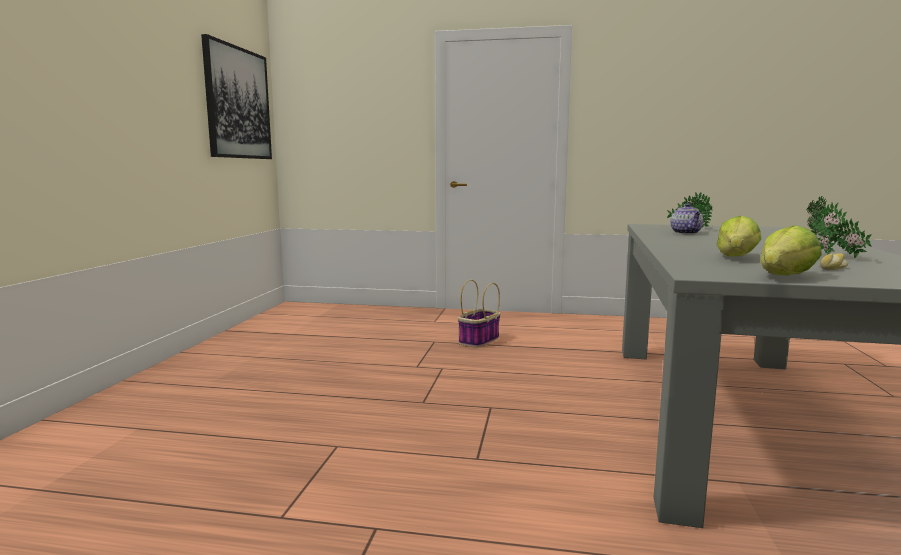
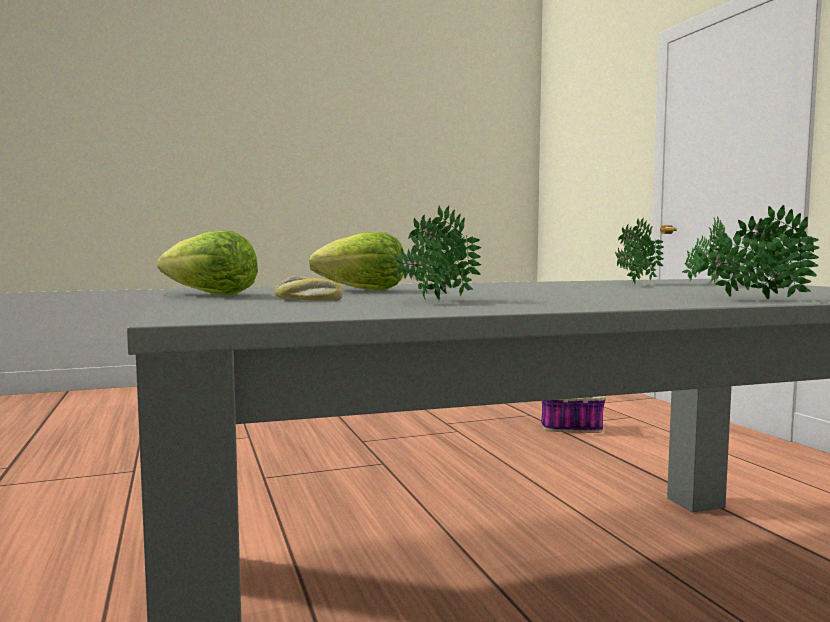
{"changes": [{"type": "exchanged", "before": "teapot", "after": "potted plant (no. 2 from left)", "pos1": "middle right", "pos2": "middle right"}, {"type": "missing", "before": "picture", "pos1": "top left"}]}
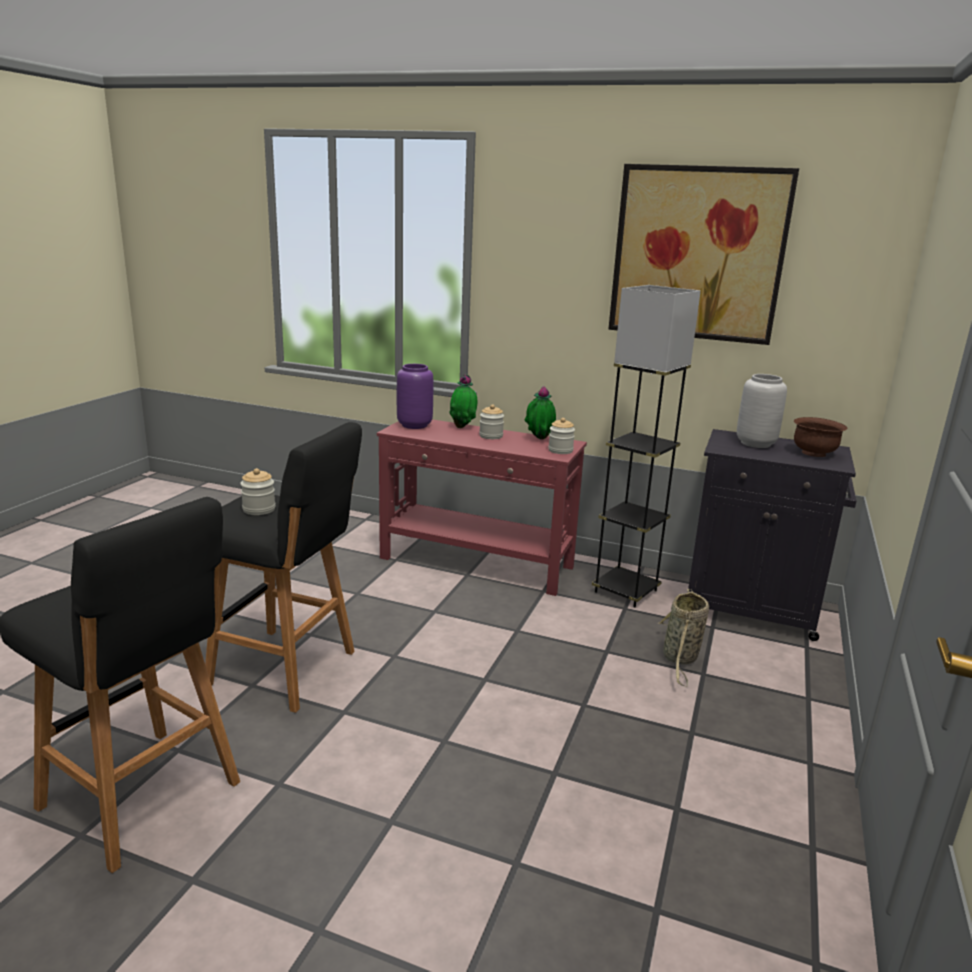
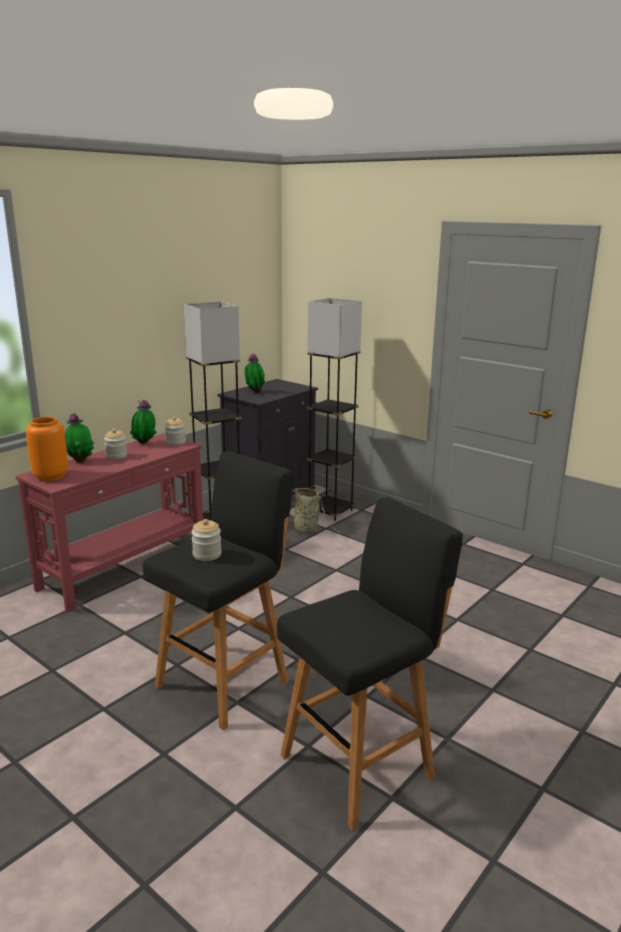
{"changes": [{"type": "colour", "before": "vase in purple", "after": "vase in orange", "pos1": "centre", "pos2": "middle left"}, {"type": "exchanged", "before": "vase in grey", "after": "potted plant (no. 3 from left)", "pos1": "middle right", "pos2": "centre"}, {"type": "appeared", "after": "floor lamp in grey (no. 2 from left)", "pos2": "centre"}, {"type": "missing", "before": "picture", "pos1": "top right"}, {"type": "missing", "before": "bowl in brown", "pos1": "middle right"}]}
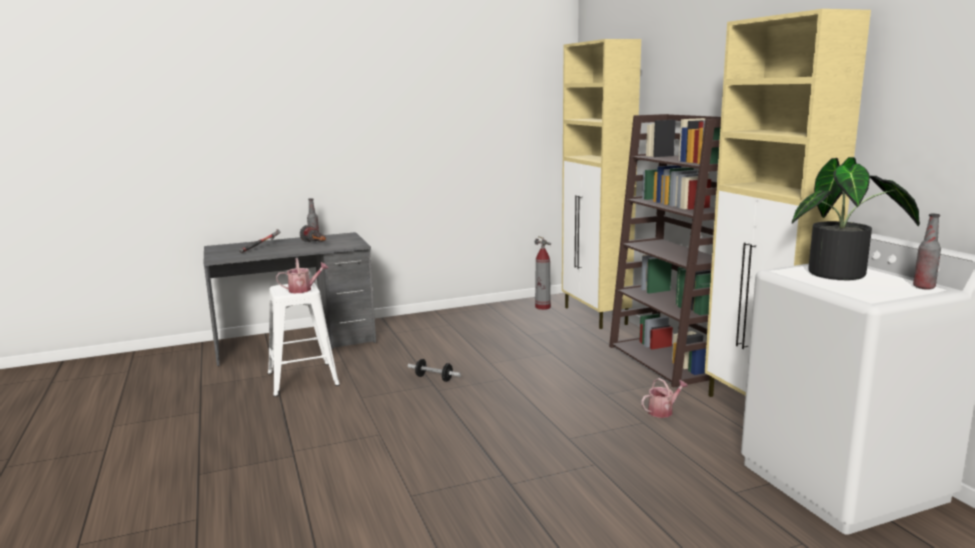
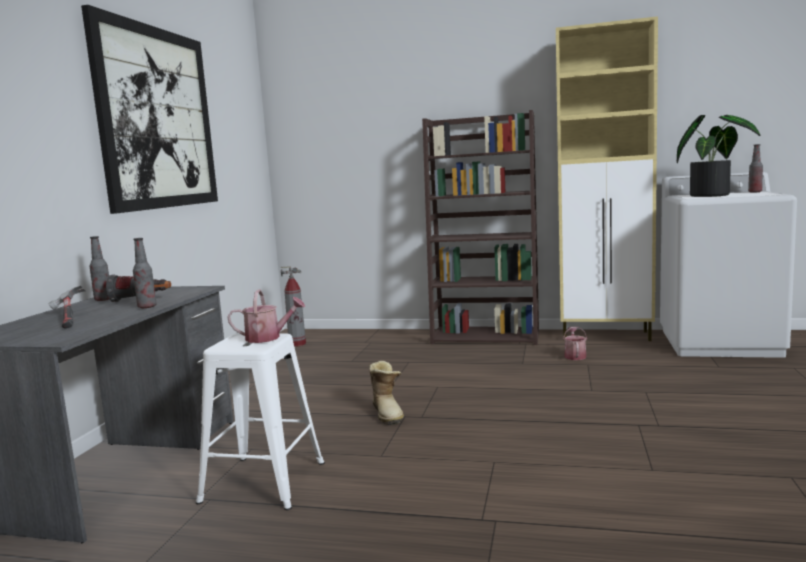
{"changes": [{"type": "appeared", "after": "picture", "pos2": "top left"}, {"type": "appeared", "after": "bottle (no. 2 from left)", "pos2": "middle left"}, {"type": "spun", "before": "watering can (no. 1 from left)", "pos1": "middle left", "pos2": "middle left", "turn": 75}, {"type": "exchanged", "before": "dumbbell", "after": "boot", "pos1": "bottom centre", "pos2": "bottom centre"}, {"type": "missing", "before": "cabinet in beige (no. 1 from left)", "pos1": "centre"}]}
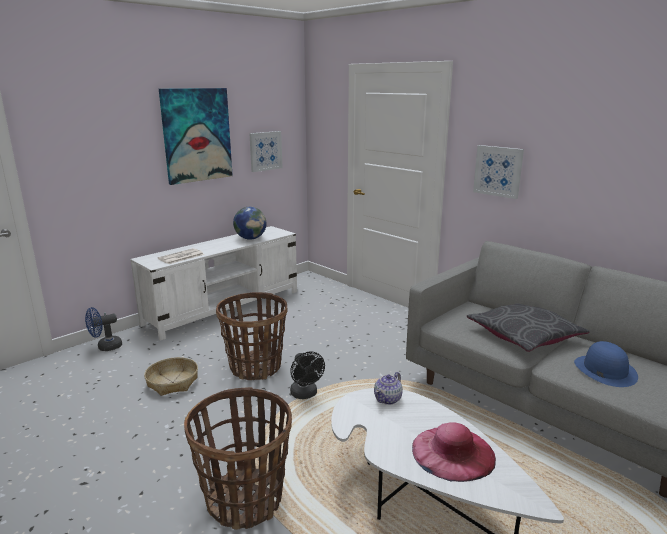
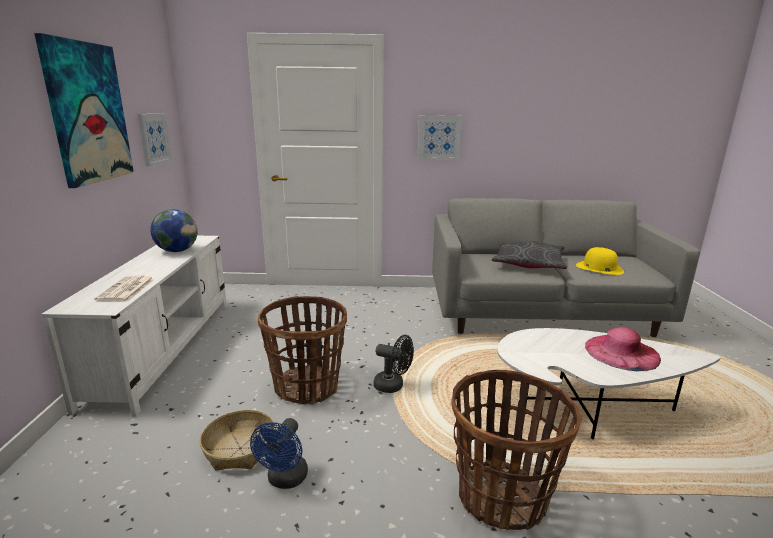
{"changes": [{"type": "relocated", "before": "fan in blue", "pos1": "middle left", "pos2": "bottom centre"}, {"type": "colour", "before": "hat in blue", "after": "hat in yellow", "pos1": "bottom right", "pos2": "middle right"}, {"type": "missing", "before": "teapot", "pos1": "bottom centre"}]}
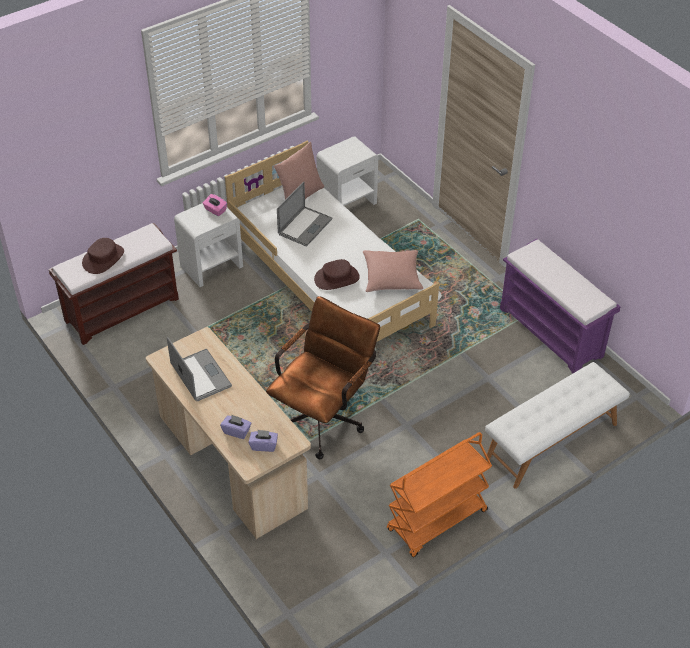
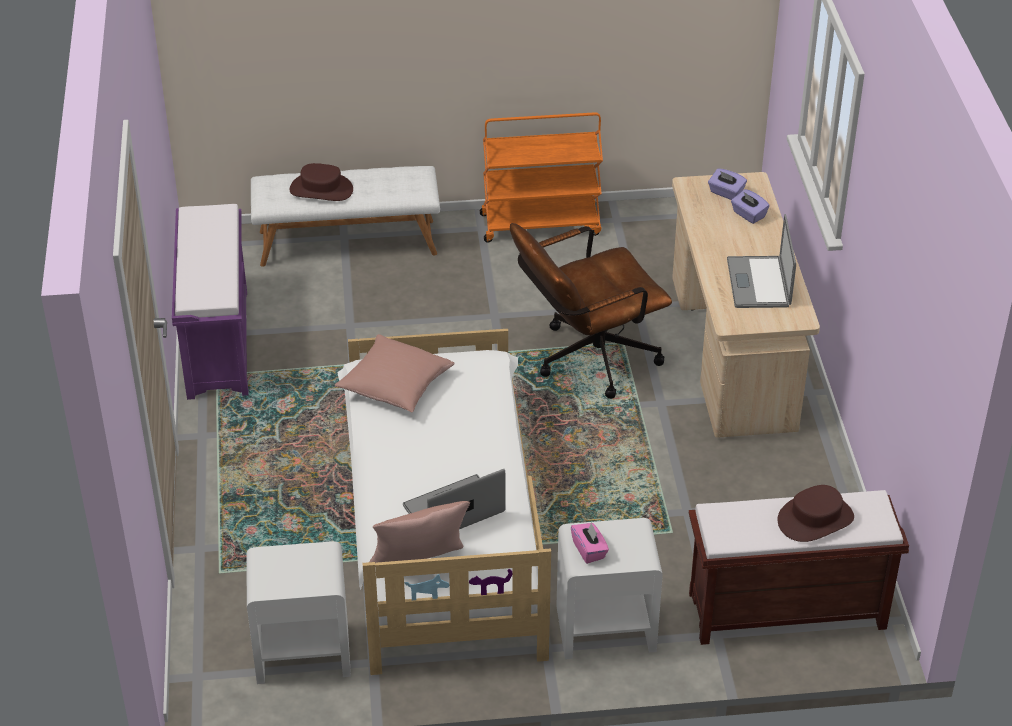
{"changes": [{"type": "relocated", "before": "hat in brown (no. 2 from left in the first image)", "after": "hat in brown (no. 1 from left)", "pos1": "centre", "pos2": "top left"}]}
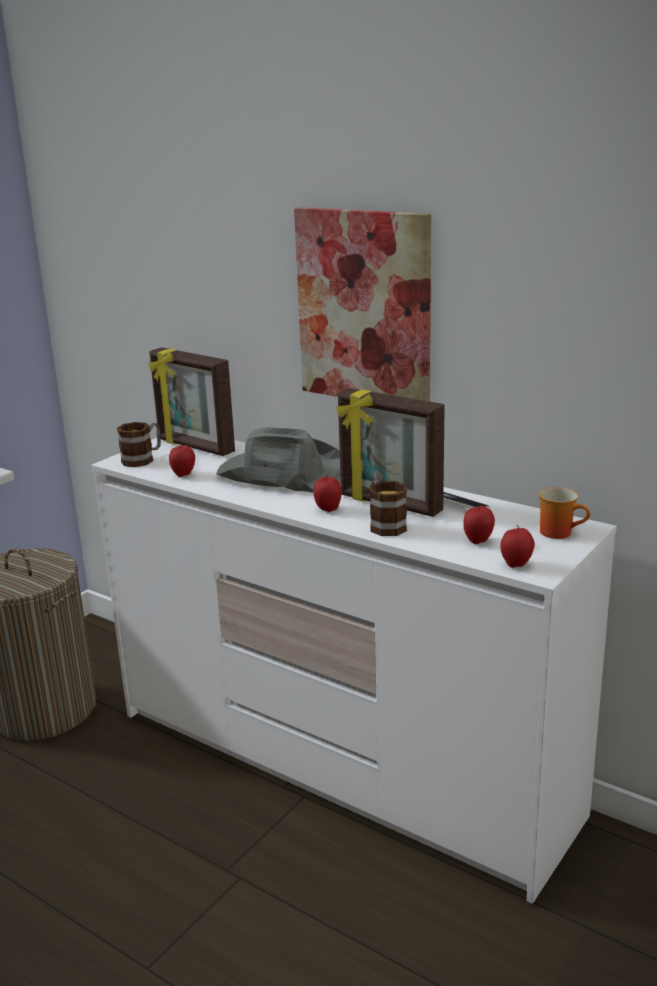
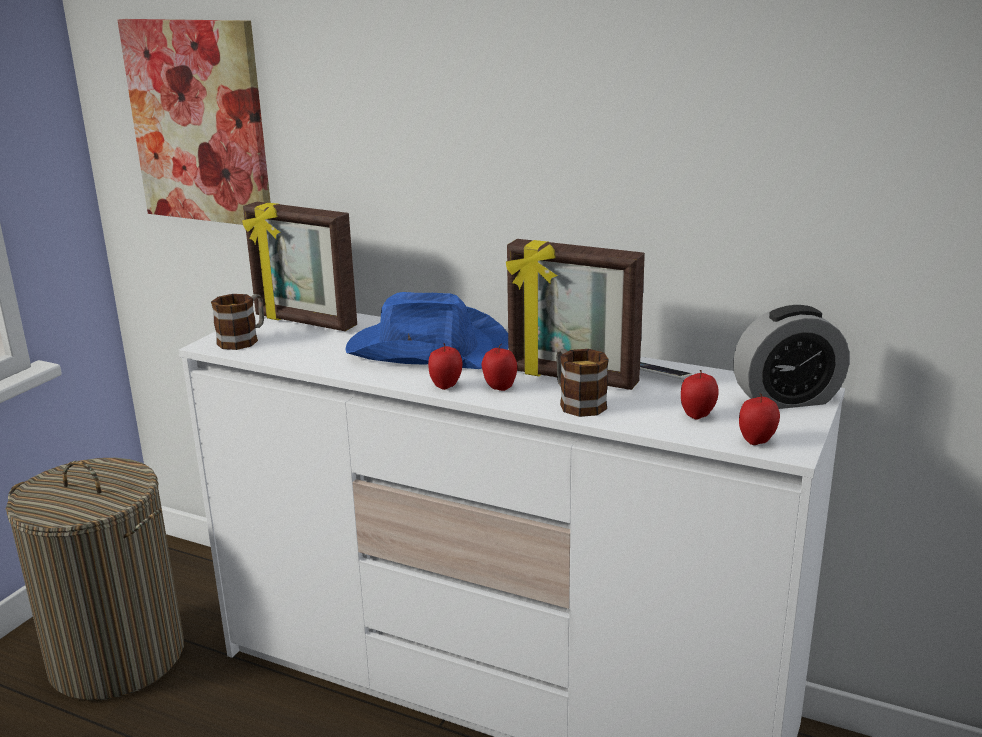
{"changes": [{"type": "relocated", "before": "picture", "pos1": "top centre", "pos2": "top left"}, {"type": "colour", "before": "hat in grey", "after": "hat in blue", "pos1": "centre", "pos2": "centre"}, {"type": "relocated", "before": "apple (no. 1 from left)", "pos1": "middle left", "pos2": "centre"}, {"type": "exchanged", "before": "mug (no. 3 from left)", "after": "alarm clock", "pos1": "middle right", "pos2": "middle right"}]}
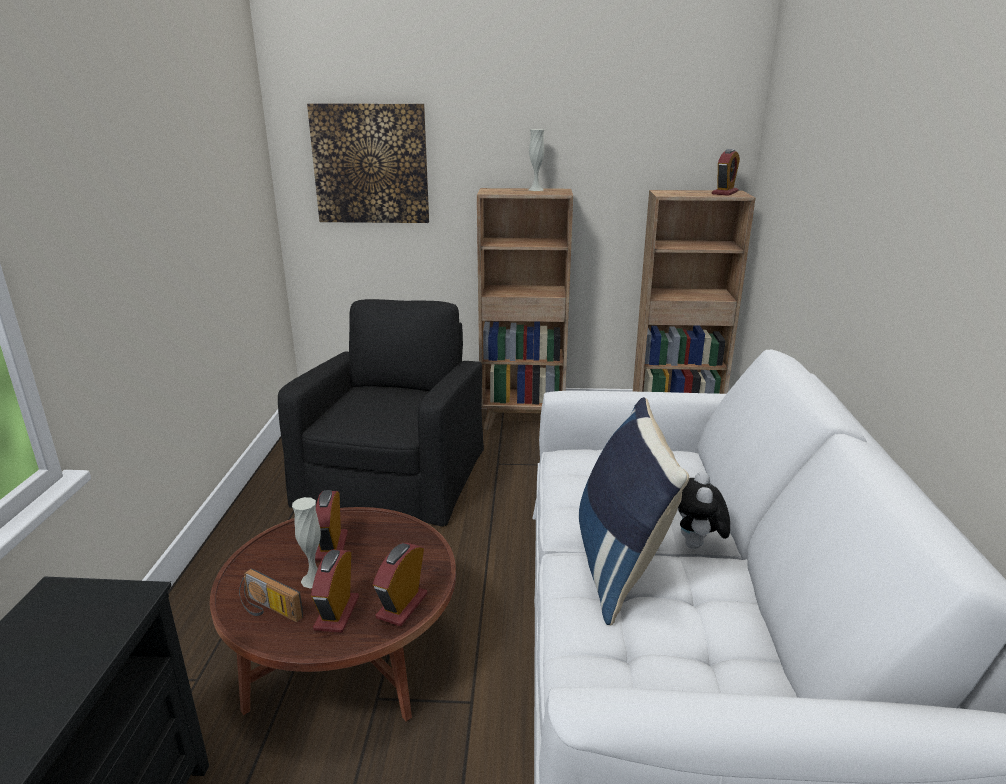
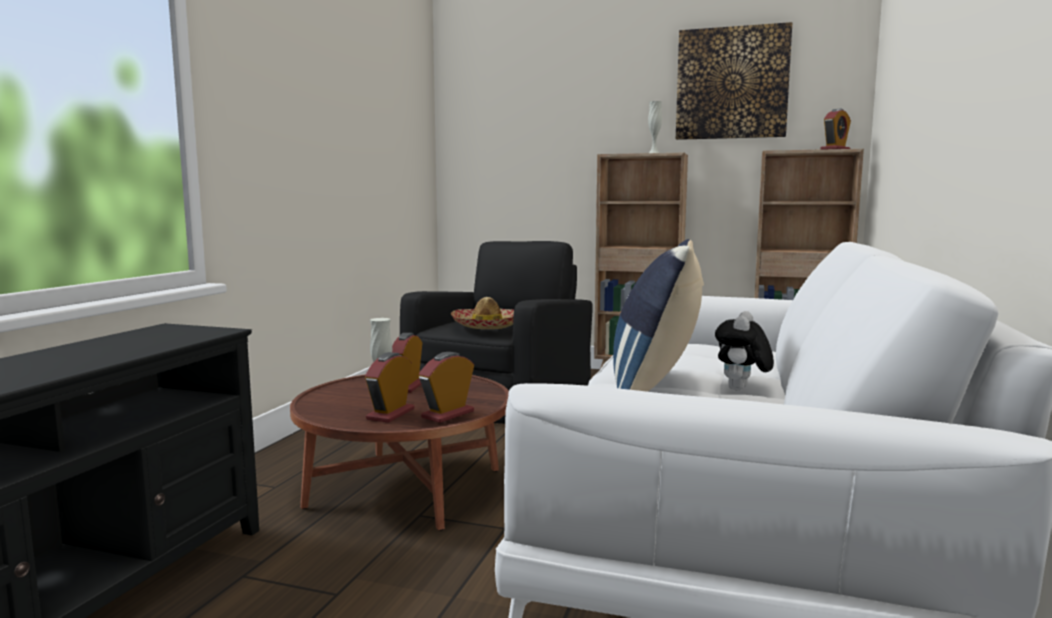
{"changes": [{"type": "appeared", "after": "hat", "pos2": "centre"}, {"type": "relocated", "before": "picture", "pos1": "top centre", "pos2": "top right"}, {"type": "missing", "before": "radio", "pos1": "bottom left"}]}
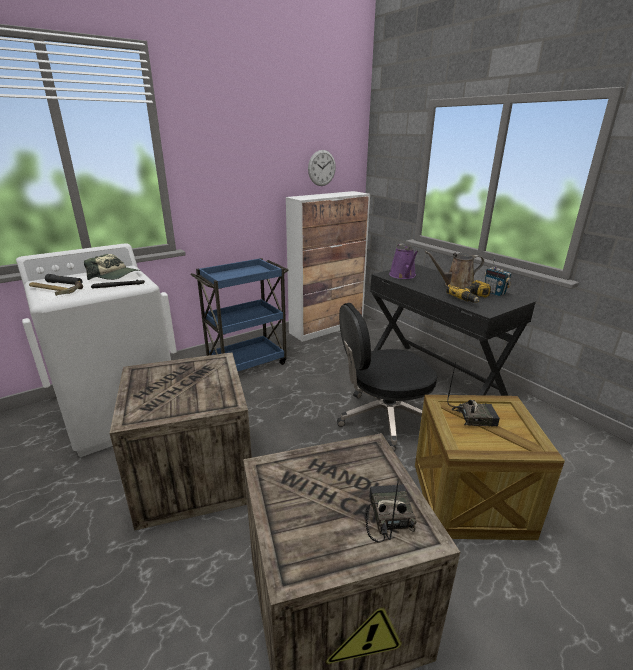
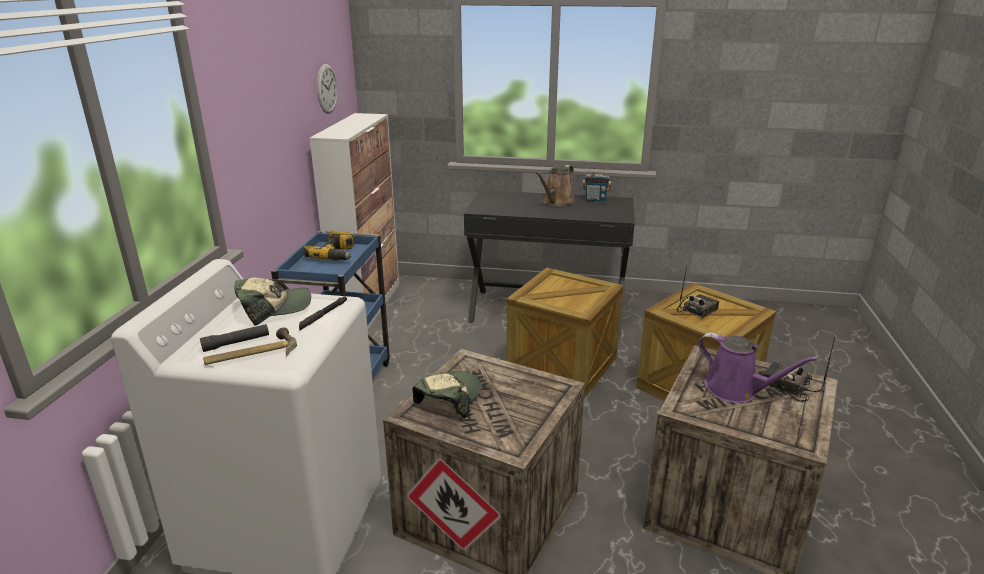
{"changes": [{"type": "relocated", "before": "power drill", "pos1": "middle right", "pos2": "centre"}, {"type": "appeared", "after": "cap (no. 2 from left)", "pos2": "bottom centre"}, {"type": "exchanged", "before": "office chair in black", "after": "crate (no. 2 from left)", "pos1": "centre", "pos2": "centre"}, {"type": "relocated", "before": "watering can in purple", "pos1": "centre", "pos2": "middle right"}]}
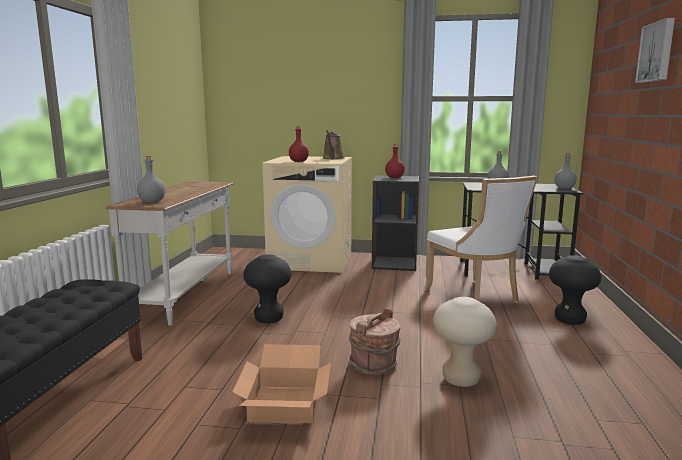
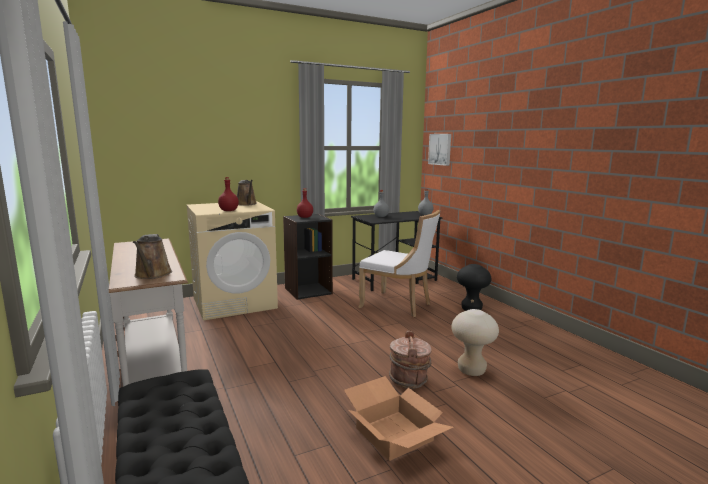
{"changes": [{"type": "exchanged", "before": "bottle in grey (no. 1 from left)", "after": "watering can in brown (no. 1 from left)", "pos1": "middle left", "pos2": "middle left"}, {"type": "relocated", "before": "picture", "pos1": "top right", "pos2": "top centre"}, {"type": "missing", "before": "stool in black (no. 1 from left)", "pos1": "centre"}]}
